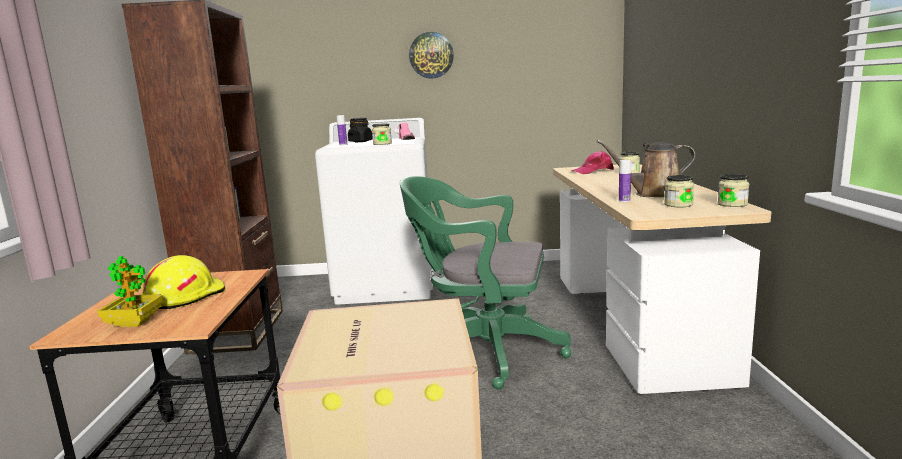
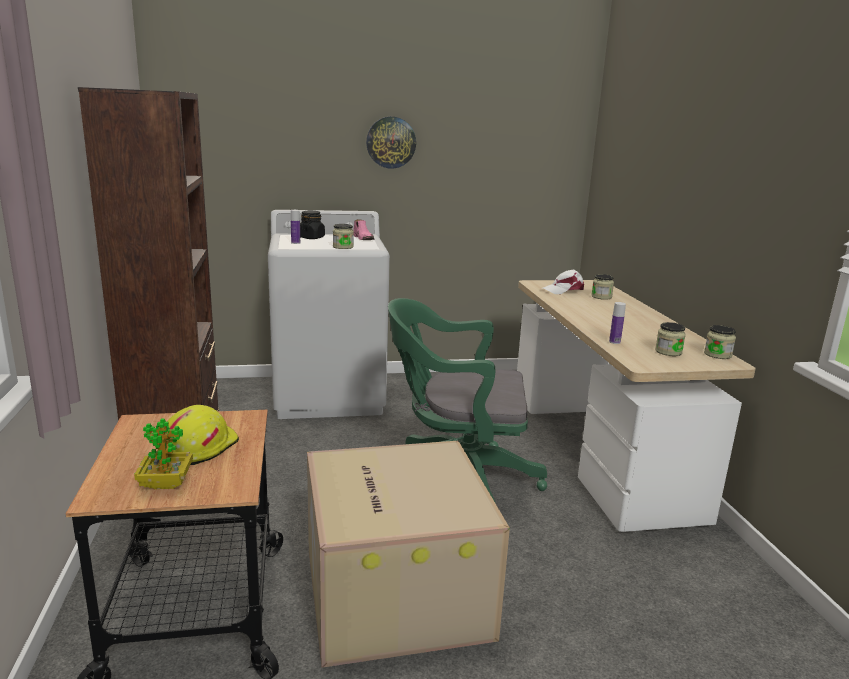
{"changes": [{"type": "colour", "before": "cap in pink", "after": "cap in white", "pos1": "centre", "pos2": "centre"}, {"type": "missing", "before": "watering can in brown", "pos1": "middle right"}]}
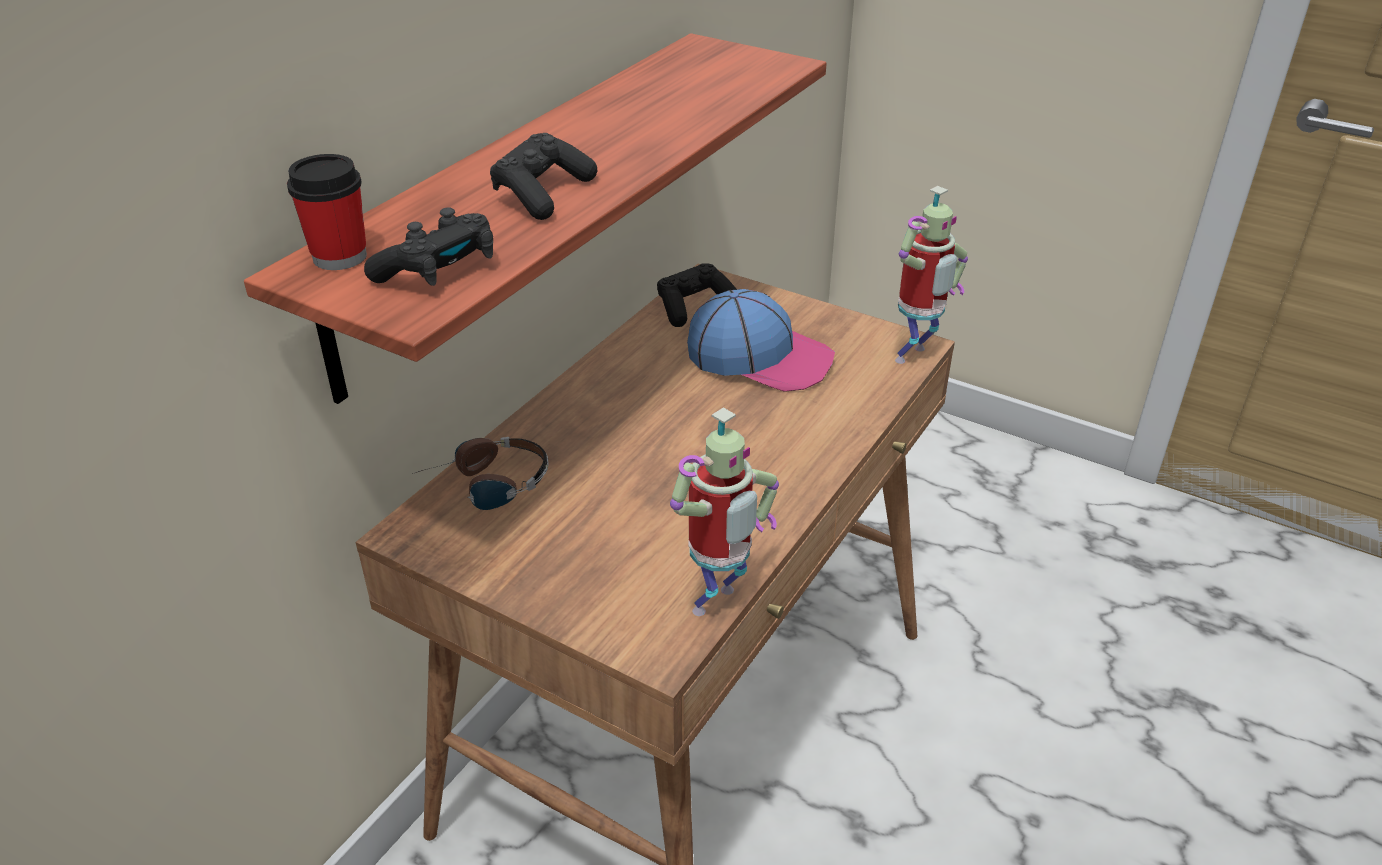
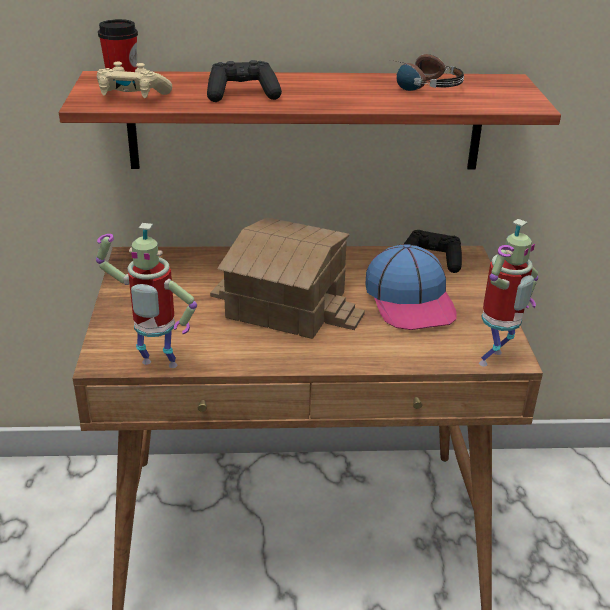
{"changes": [{"type": "colour", "before": "game controller in black (no. 1 from left)", "after": "game controller in beige", "pos1": "top left", "pos2": "top left"}, {"type": "appeared", "after": "toy house", "pos2": "centre"}, {"type": "relocated", "before": "headphones", "pos1": "centre", "pos2": "top right"}, {"type": "spun", "before": "toy robot (no. 2 from left)", "pos1": "top right", "pos2": "middle right", "turn": -60}]}
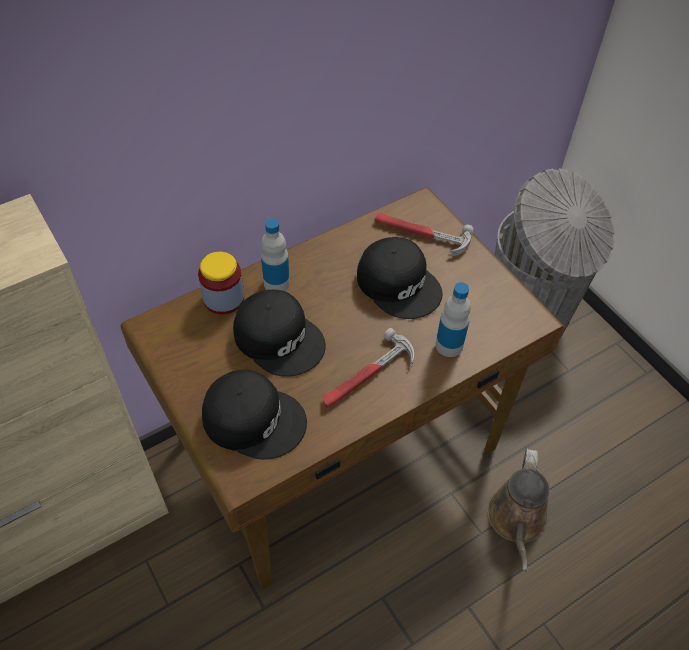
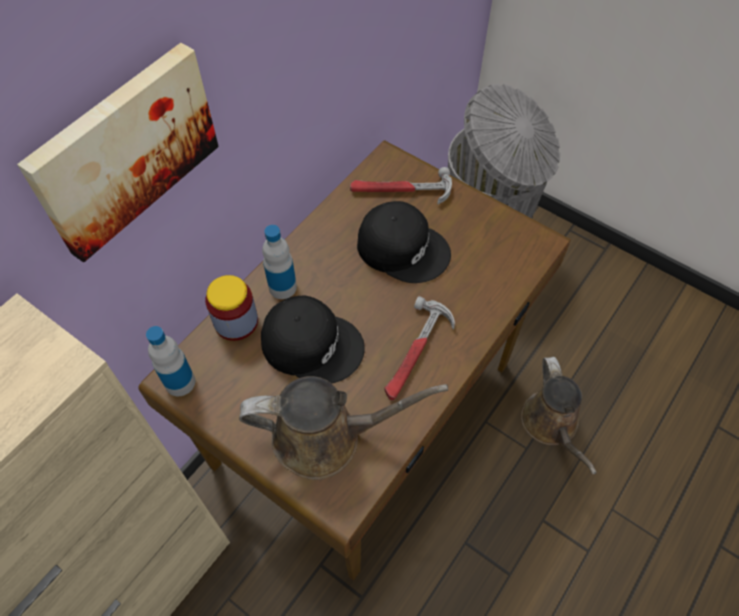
{"changes": [{"type": "appeared", "after": "picture", "pos2": "top left"}, {"type": "relocated", "before": "bottle (no. 2 from left in the first image)", "after": "bottle (no. 1 from left)", "pos1": "centre", "pos2": "middle left"}, {"type": "exchanged", "before": "cap in black (no. 1 from left)", "after": "watering can in brown (no. 1 from left)", "pos1": "centre", "pos2": "bottom centre"}]}
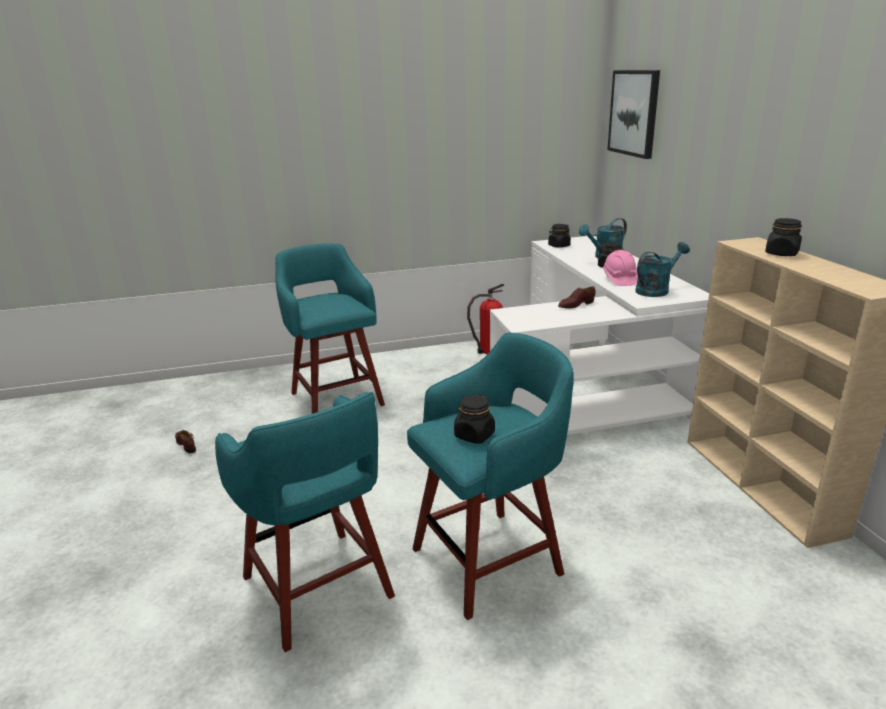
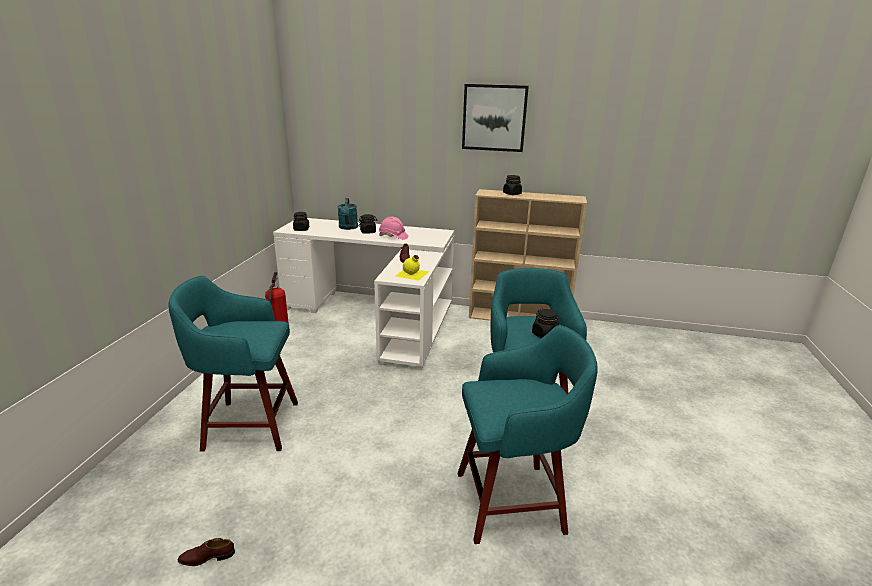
{"changes": [{"type": "appeared", "after": "bottle in yellow", "pos2": "centre"}, {"type": "relocated", "before": "picture", "pos1": "top right", "pos2": "top centre"}, {"type": "missing", "before": "watering can in turquoise (no. 2 from left)", "pos1": "middle right"}]}
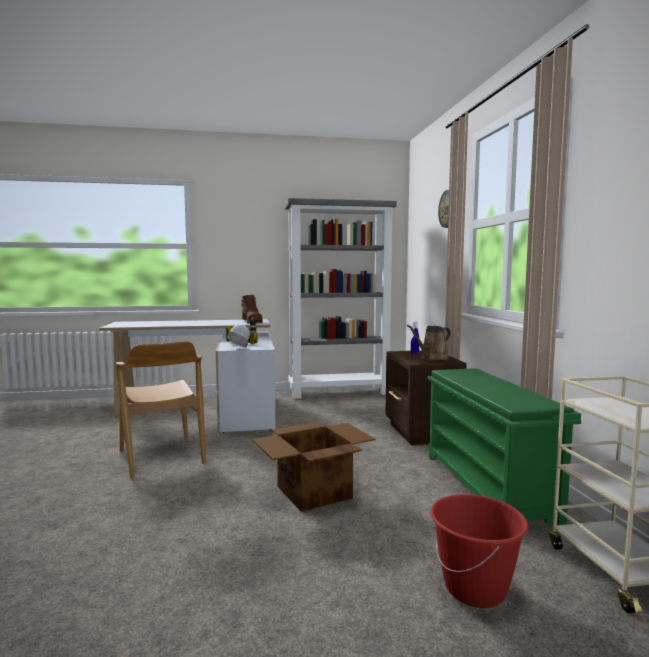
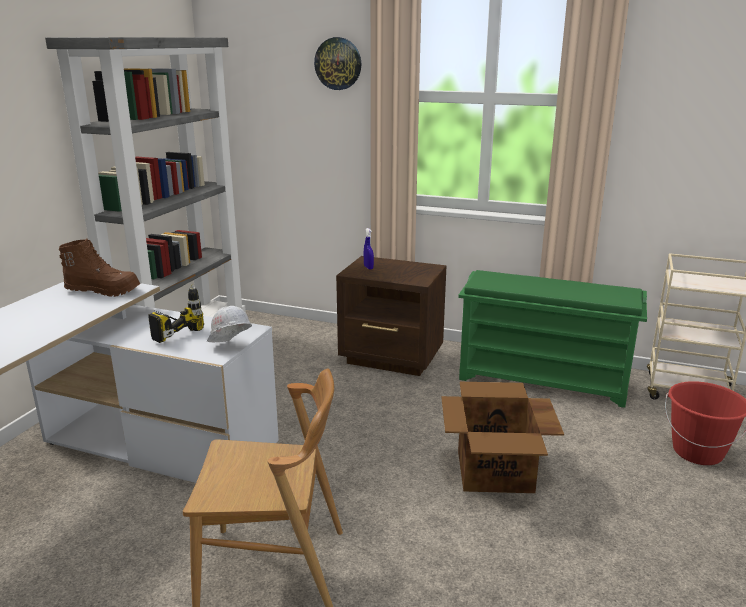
{"changes": [{"type": "missing", "before": "watering can in brown", "pos1": "centre"}]}
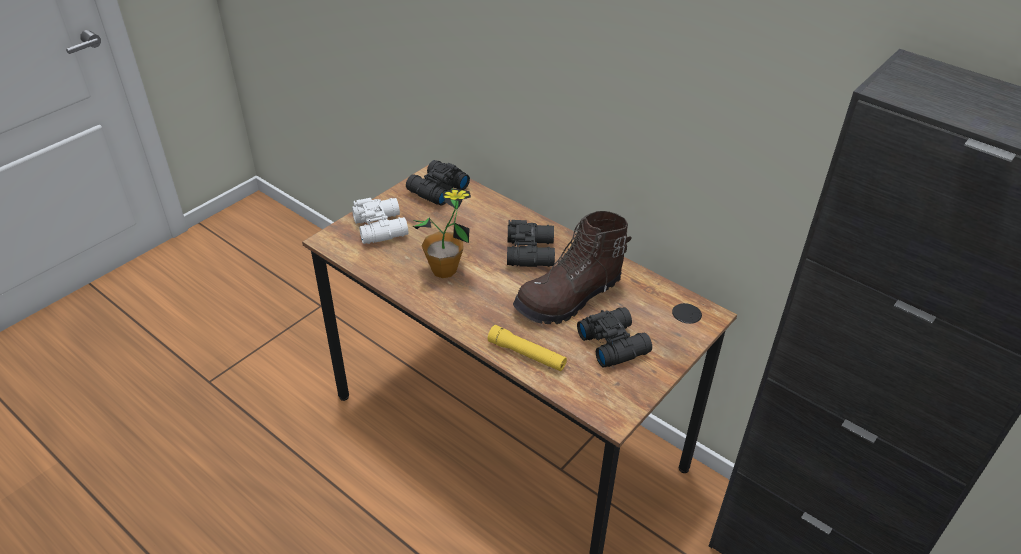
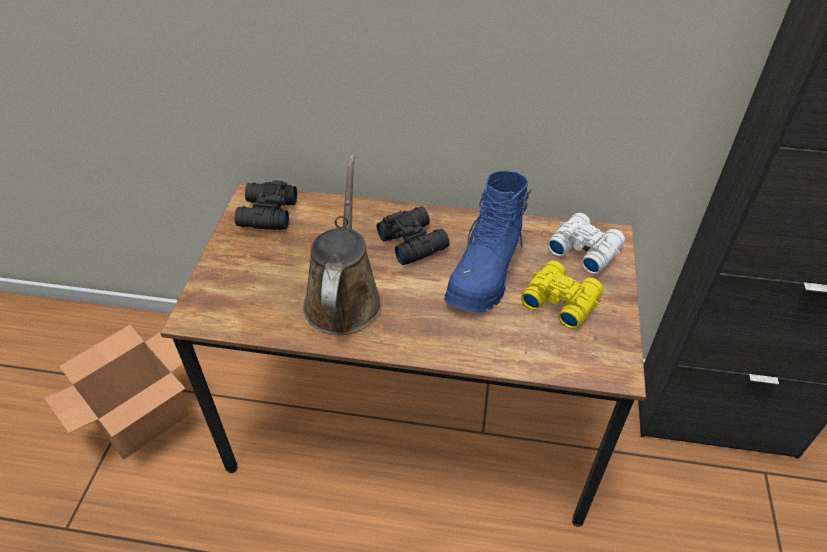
{"changes": [{"type": "appeared", "after": "cardboard box", "pos2": "bottom left"}, {"type": "exchanged", "before": "potted plant", "after": "watering can in brown", "pos1": "centre", "pos2": "centre"}, {"type": "colour", "before": "boot in brown", "after": "boot in blue", "pos1": "centre", "pos2": "centre"}, {"type": "colour", "before": "binoculars in black (no. 3 from left)", "after": "binoculars in yellow", "pos1": "centre", "pos2": "middle right"}, {"type": "relocated", "before": "binoculars in white", "pos1": "centre", "pos2": "middle right"}, {"type": "missing", "before": "flashlight in yellow", "pos1": "centre"}]}
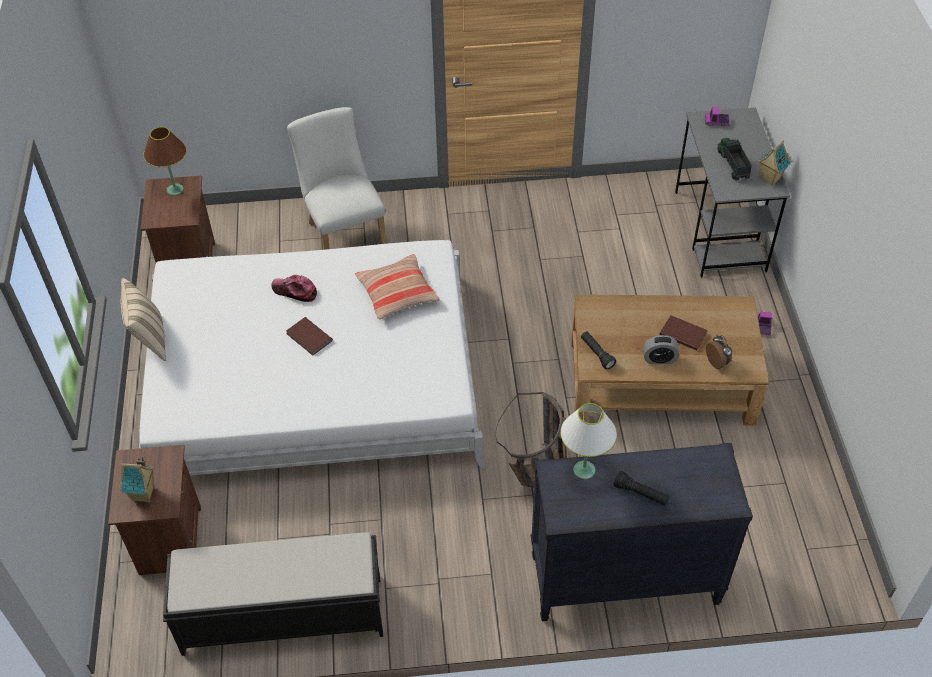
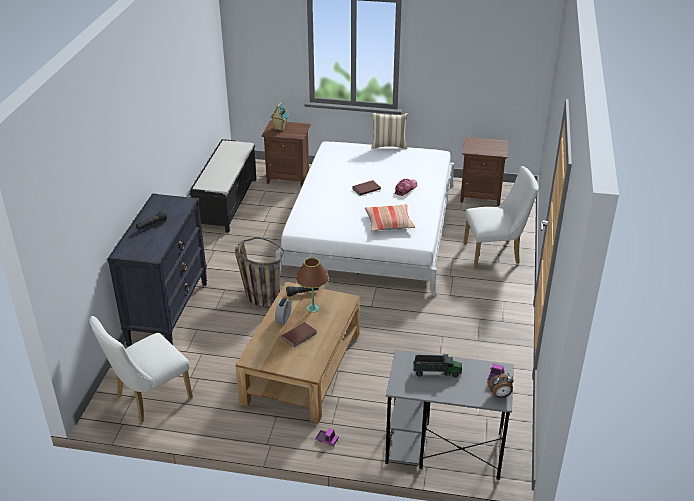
{"changes": [{"type": "appeared", "after": "chair in white (no. 1 from left)", "pos2": "bottom left"}, {"type": "relocated", "before": "table lamp in brown", "pos1": "top left", "pos2": "centre"}, {"type": "relocated", "before": "alarm clock (no. 2 from left)", "pos1": "middle right", "pos2": "bottom right"}, {"type": "missing", "before": "table lamp in white", "pos1": "centre"}, {"type": "missing", "before": "toy house (no. 2 from left)", "pos1": "top right"}]}
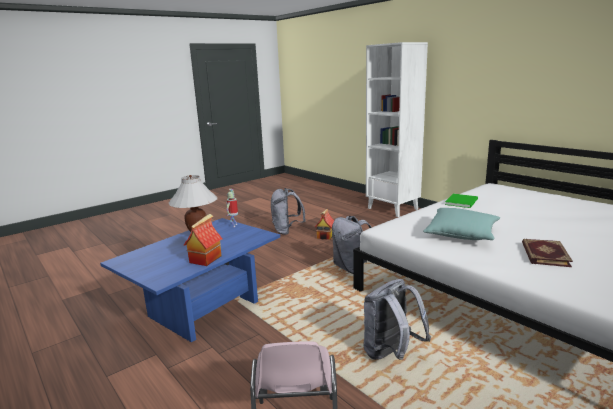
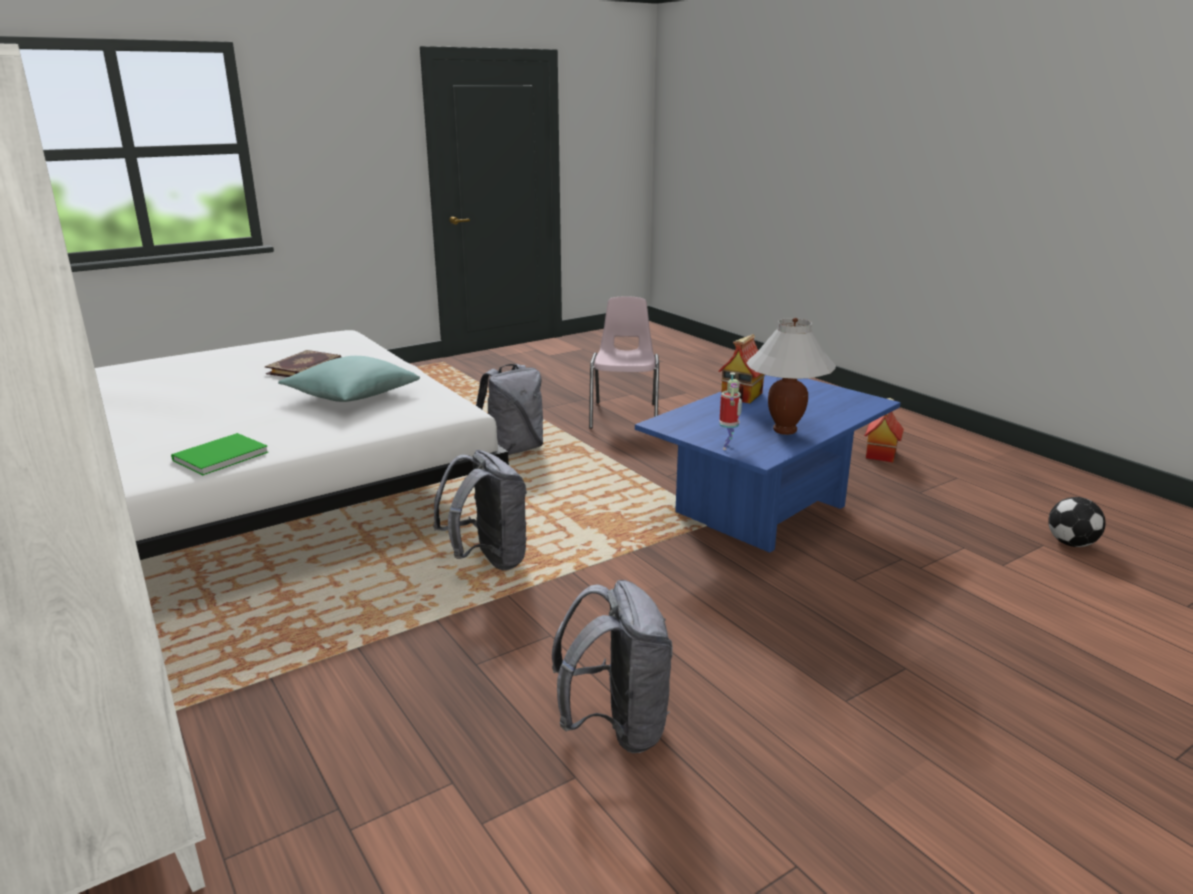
{"changes": [{"type": "relocated", "before": "toy house (no. 2 from left)", "pos1": "centre", "pos2": "middle right"}, {"type": "appeared", "after": "football", "pos2": "middle right"}]}
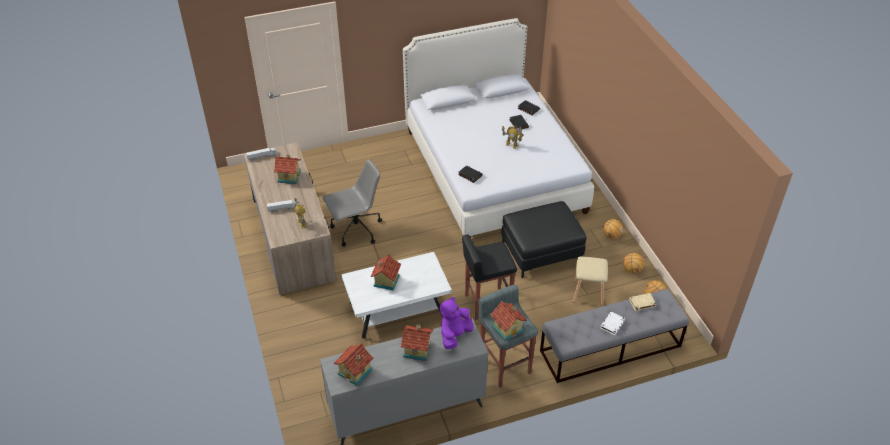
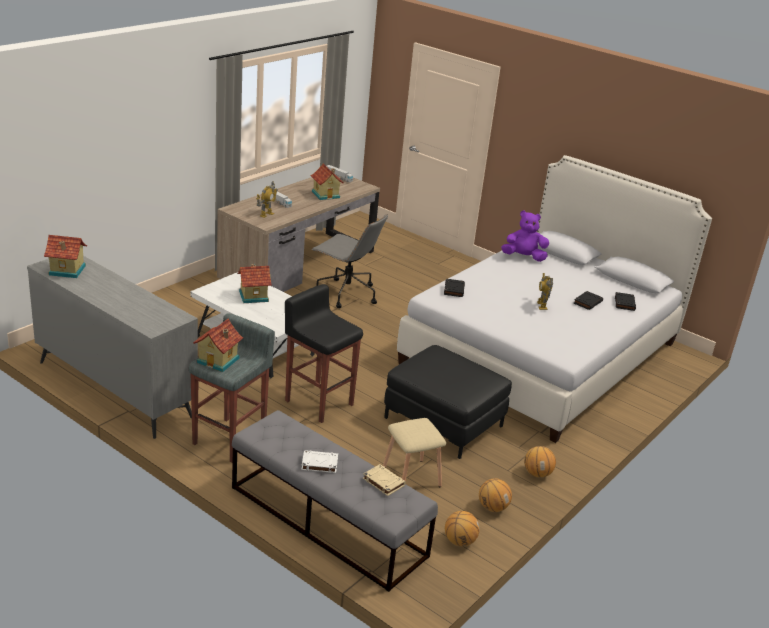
{"changes": [{"type": "relocated", "before": "plush toy in purple", "pos1": "bottom centre", "pos2": "middle right"}, {"type": "missing", "before": "toy house (no. 4 from left)", "pos1": "bottom centre"}]}
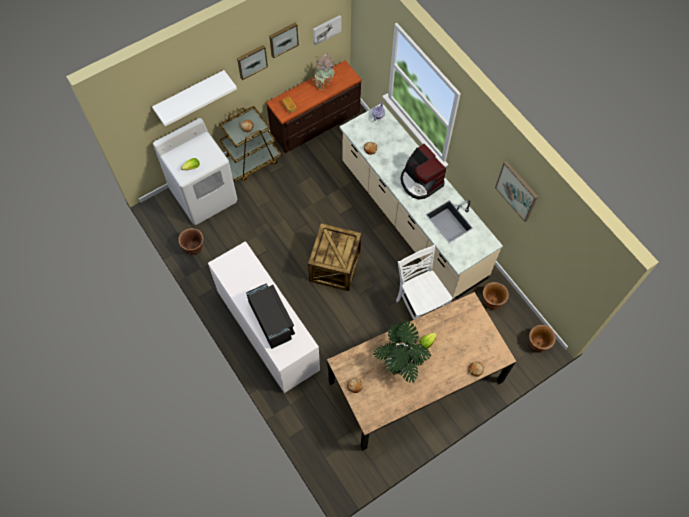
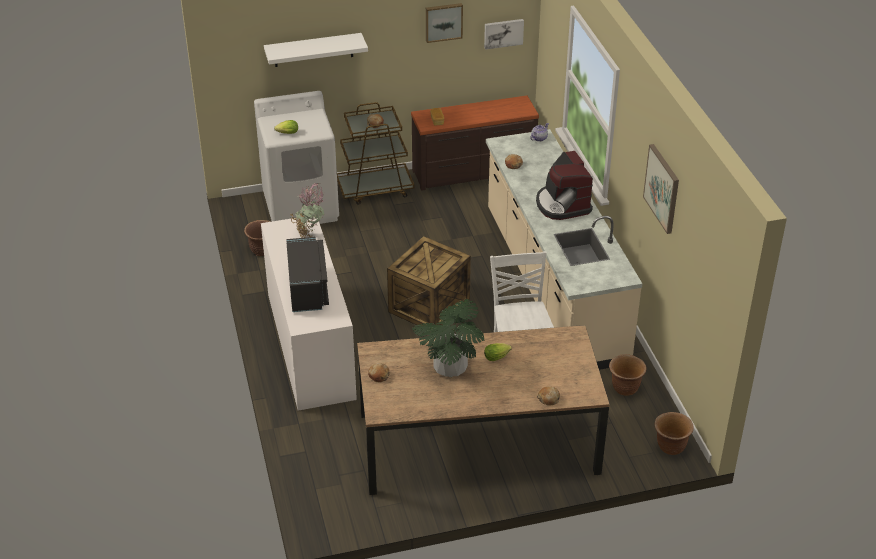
{"changes": [{"type": "relocated", "before": "potted plant (no. 1 from left)", "pos1": "top centre", "pos2": "centre"}, {"type": "missing", "before": "picture (no. 1 from left)", "pos1": "top centre"}]}
